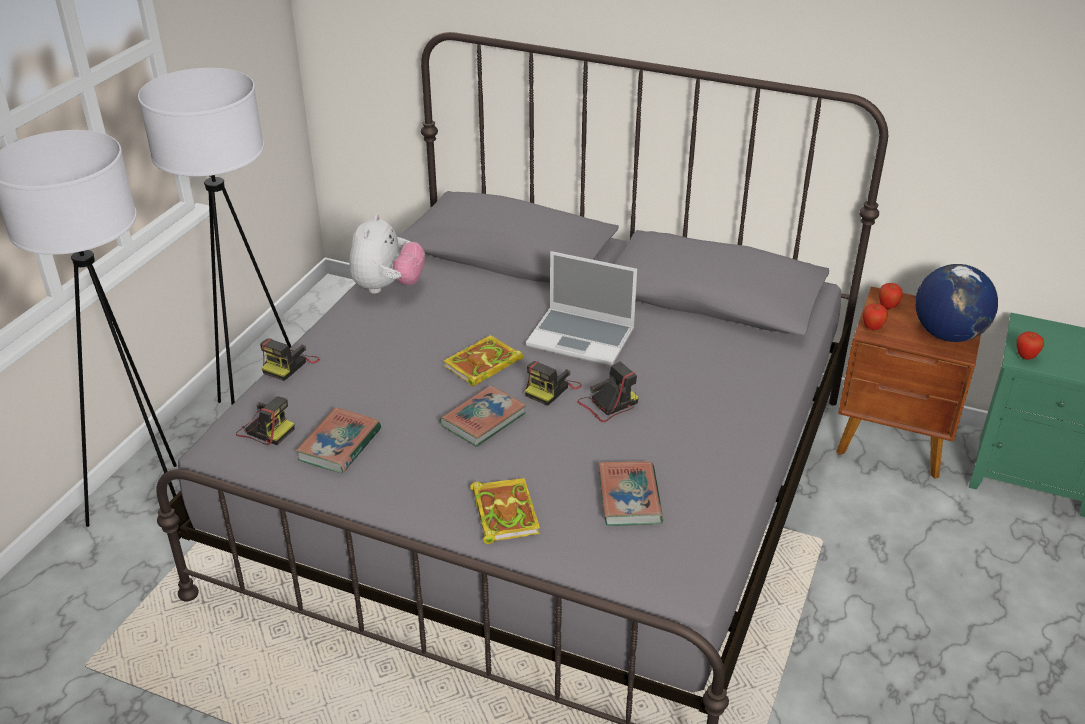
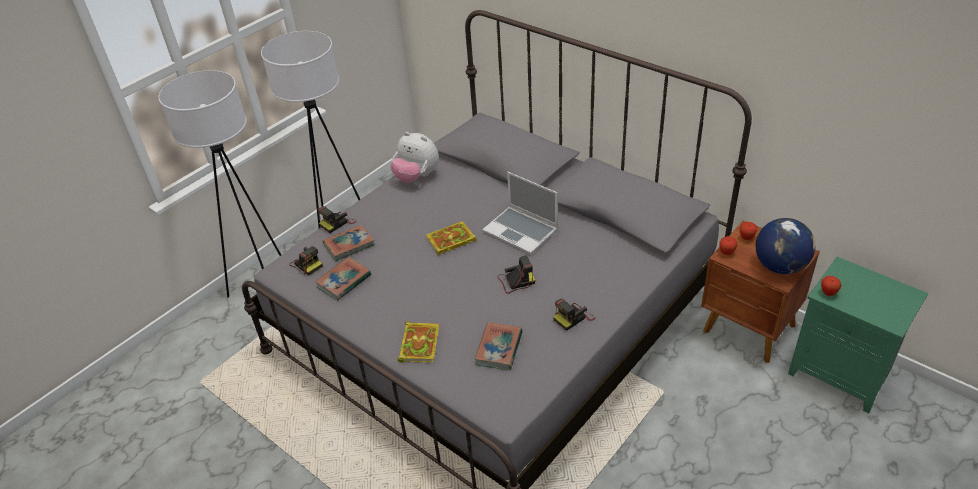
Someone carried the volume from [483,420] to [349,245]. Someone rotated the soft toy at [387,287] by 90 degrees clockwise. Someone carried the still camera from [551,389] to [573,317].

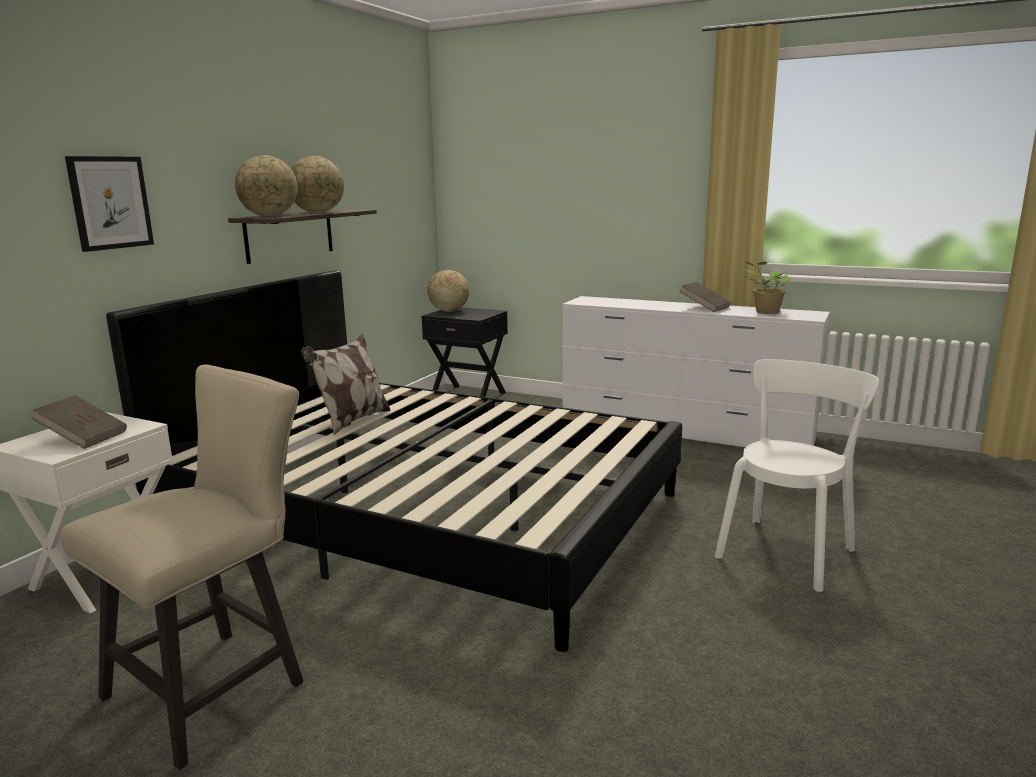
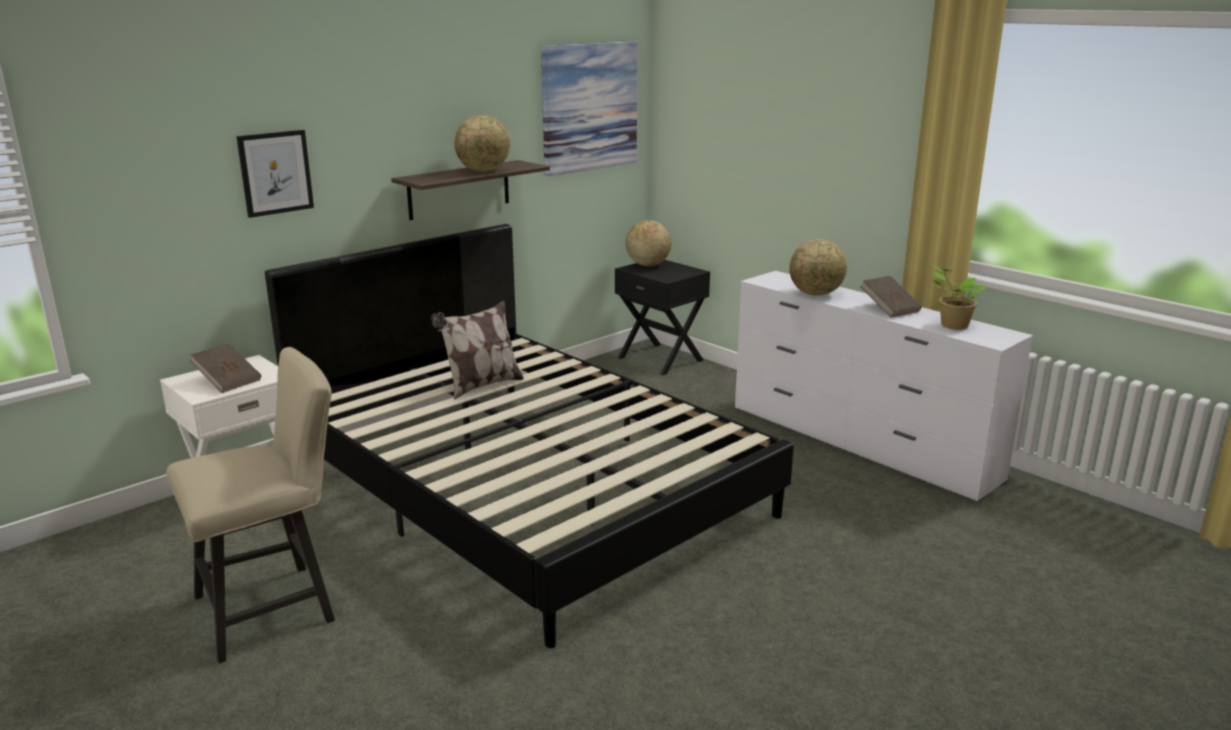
Someone put up the wall picture at [589,107]. Someone carried the desk globe from [270,216] to [816,294]. Someone took away the plain chair in white-coloured at [787,550].

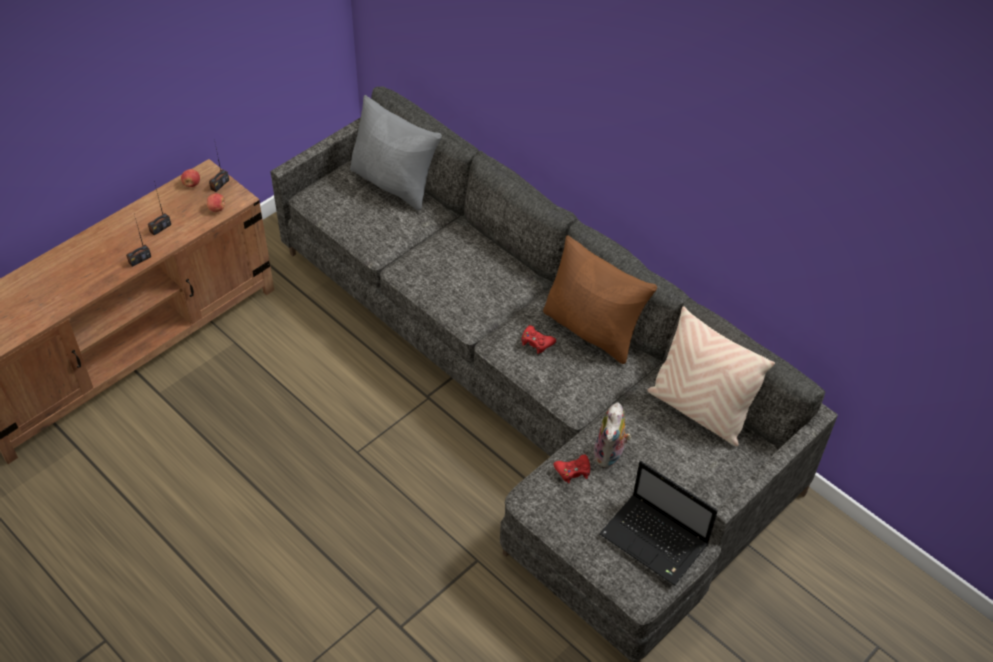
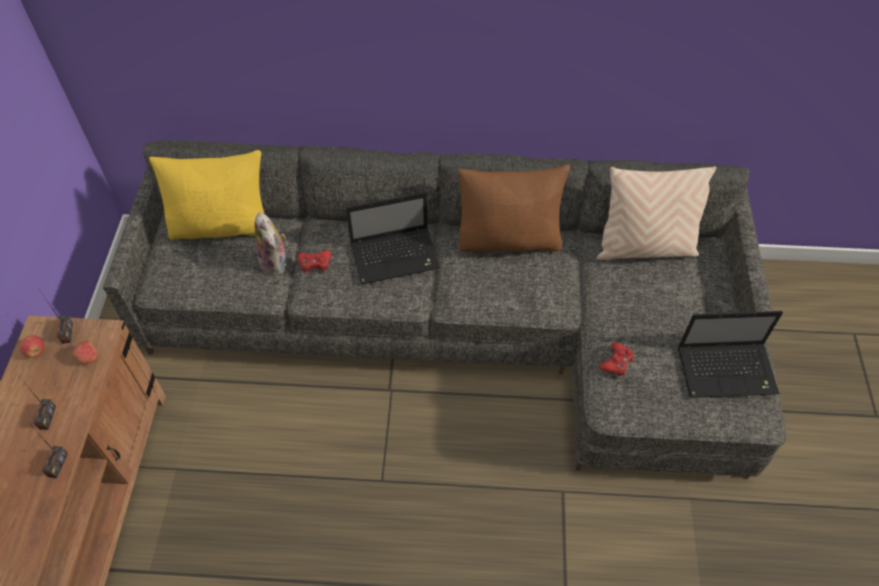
Someone repainted the throw pillow in greyish at [394,183], which became the throw pillow in yellow-coloured at [223,226]. Someone carried the soft toy from [610,455] to [276,263]. Someone carried the gamepad in reddish from [536,342] to [315,263]. Someone put down the notebook computer at [396,256].

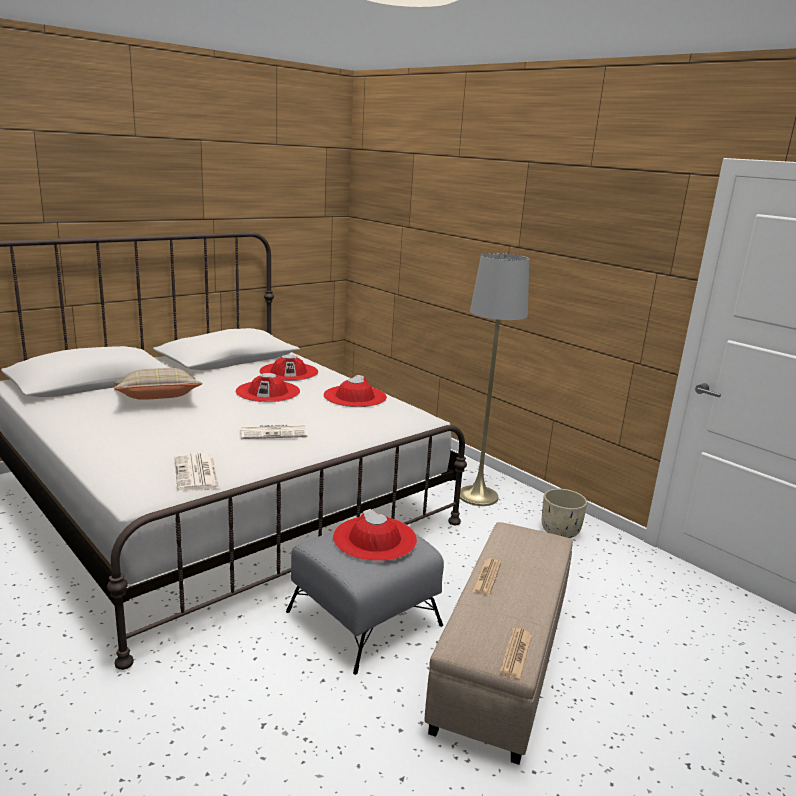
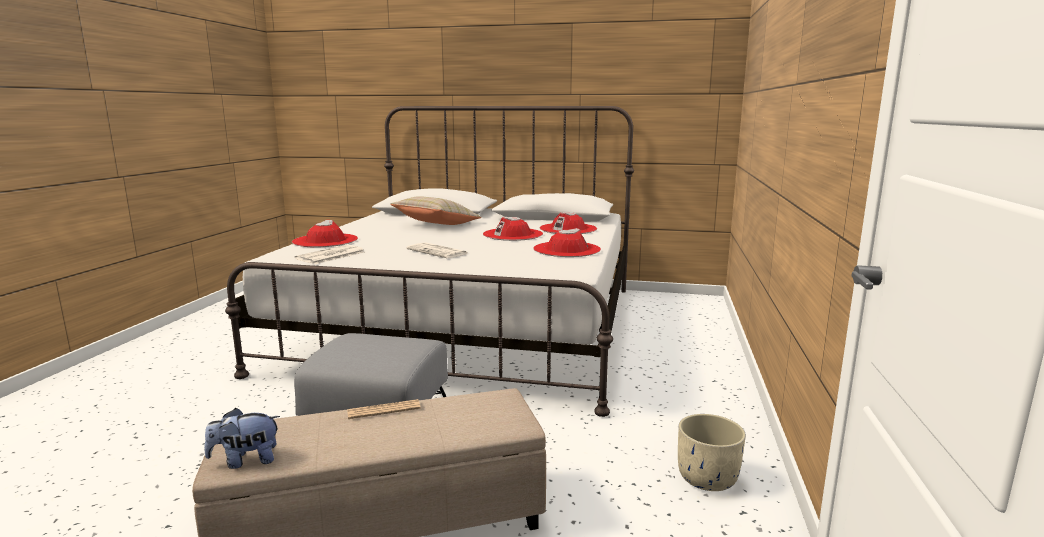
Someone swapped the printed paper at [516,654] for the soft toy at [246,460]. Someone carried the hat in reddish from [375,538] to [325,241]. Someone took away the standard lamp in greyish at [478,496].

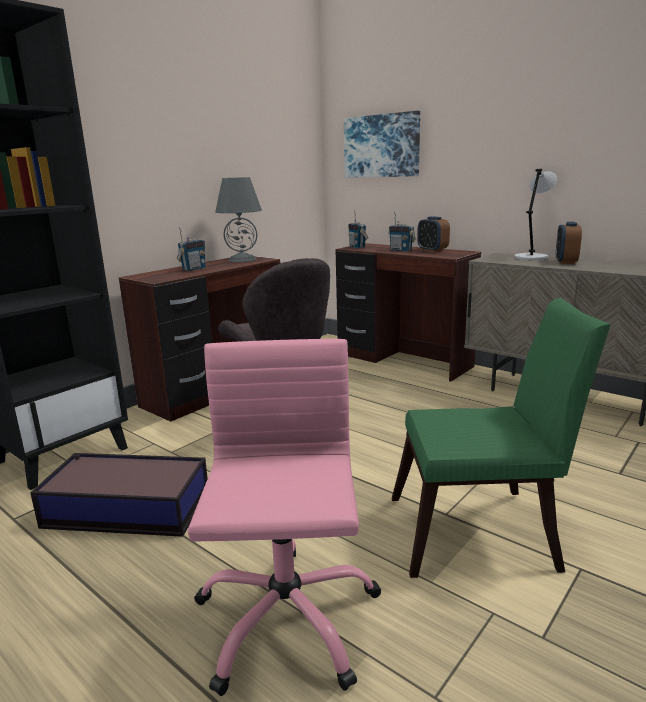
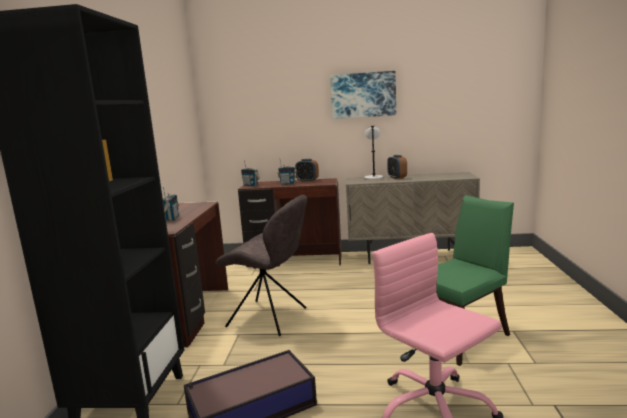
Someone carried the wall picture from [382,146] to [363,95]. Someone took away the table lamp in greyish at [242,259].

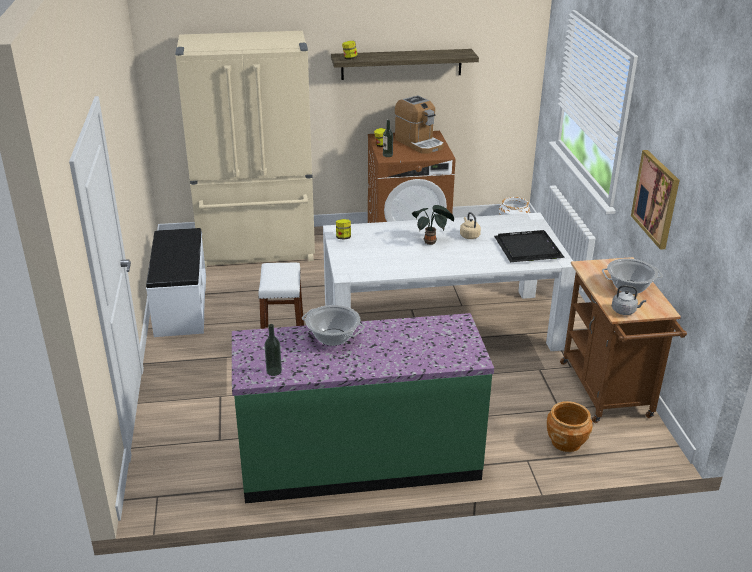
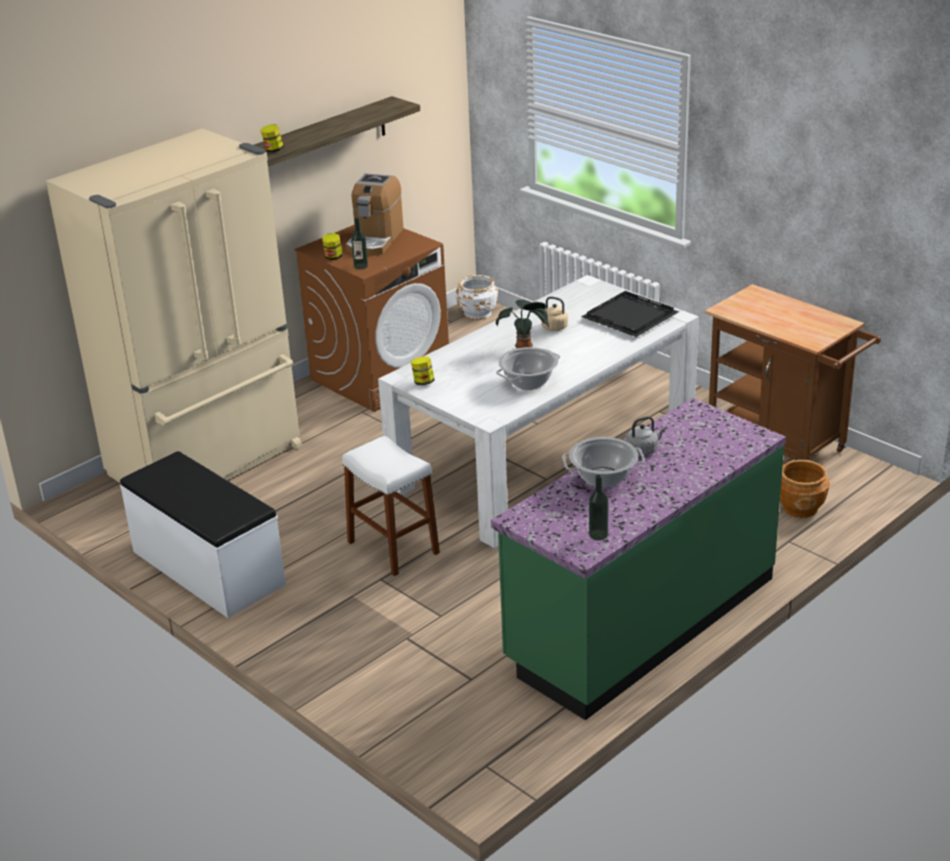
Someone rotated the coffee brewer at [419,143] by 90 degrees clockwise. Someone carried the cooking pot from [629,287] to [528,382]. Someone carried the kettle in greyish from [625,311] to [643,450]. Someone took away the wall picture at [656,198].

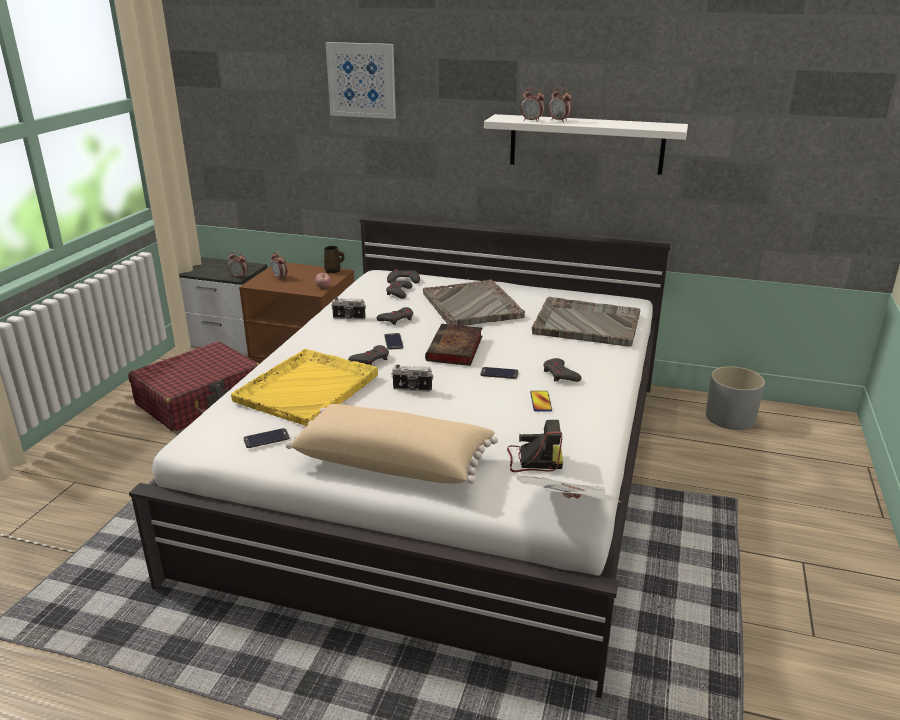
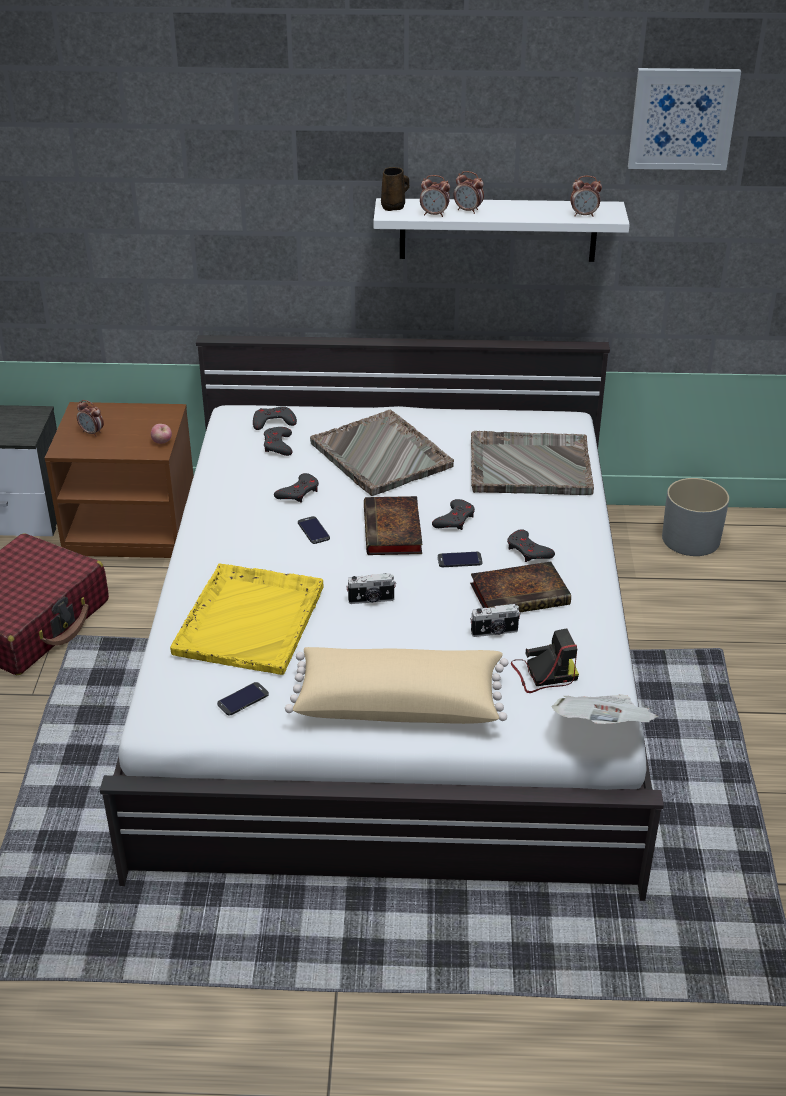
Someone carried the coffee mug in brown-coloured from [333,271] to [394,207]. Someone carried the gamepad in greyish from [371,360] to [455,519]. Someone swapped the handset at [540,402] for the volume at [521,594]. Someone carried the still camera from [349,318] to [494,632]. Someone carried the table clock from [239,276] to [584,215]. Someone carried the wall picture from [362,80] to [682,118].

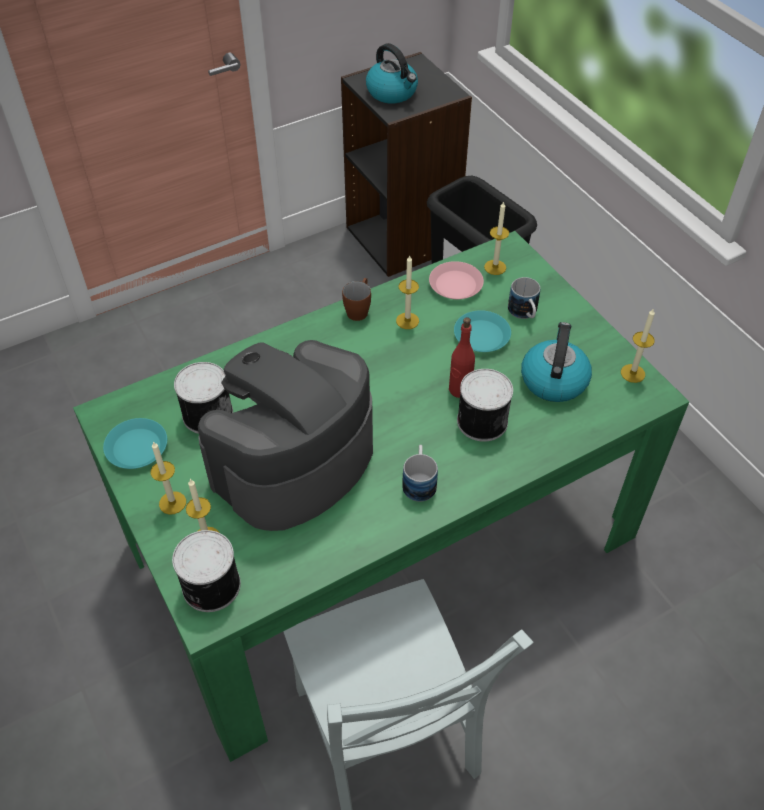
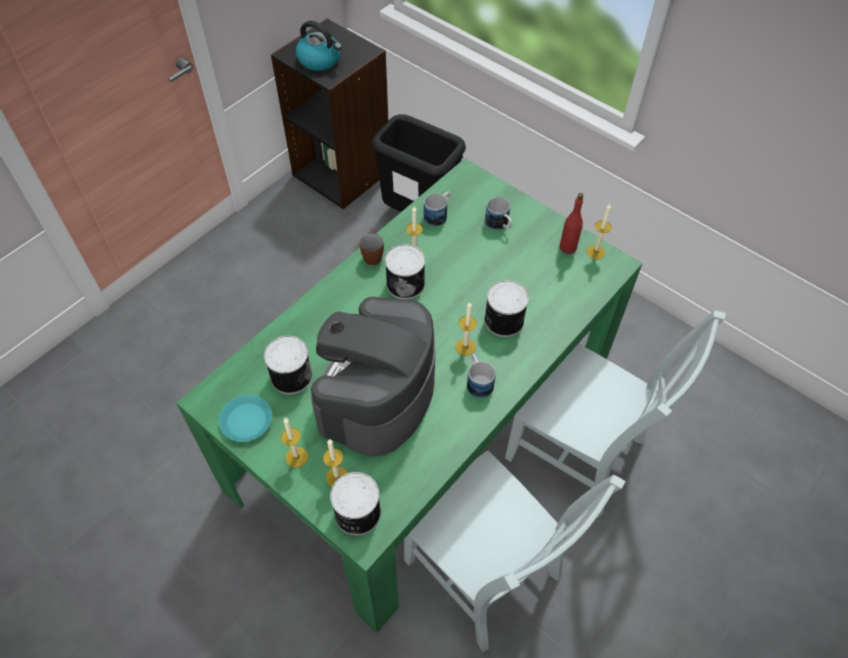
Someone put down the sealed can at [405,283]. Someone swapped the plate in pink at [455,285] for the coffee mug at [438,215]. Someone carried the wax candle from [495,267] to [465,347]. Someone put down the plain chair in greyish at [580,453]. Someone carried the drink bottle in reddish from [459,389] to [567,247]. Someone took away the plate in blue-green at [481,335]. Someone took away the kettle at [553,379].

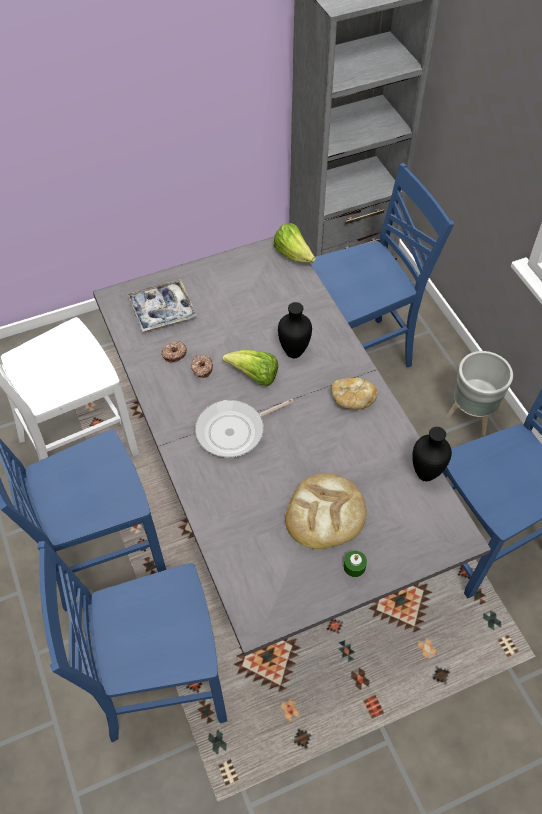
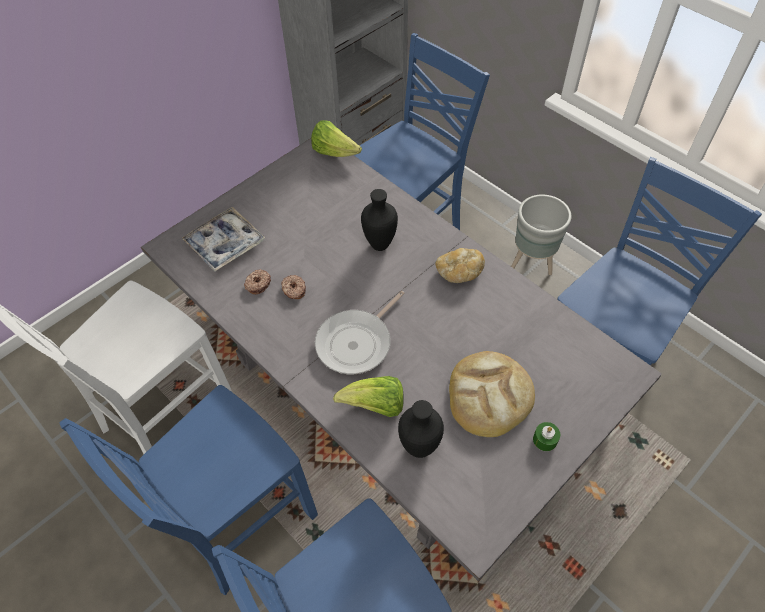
Someone carried the head of lettuce from [254,376] to [375,406]. Someone carried the vase in blackish from [424,474] to [418,449].

